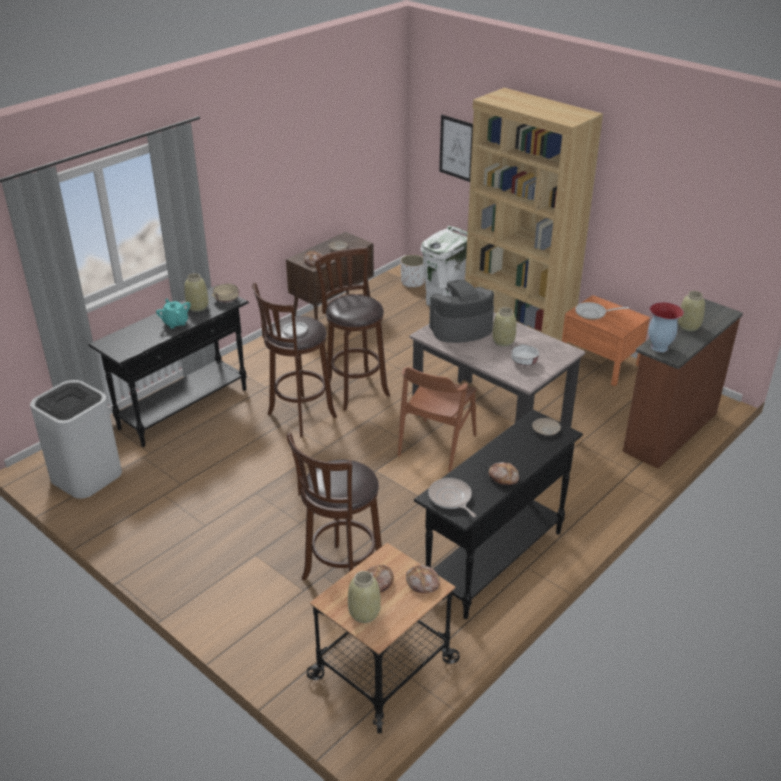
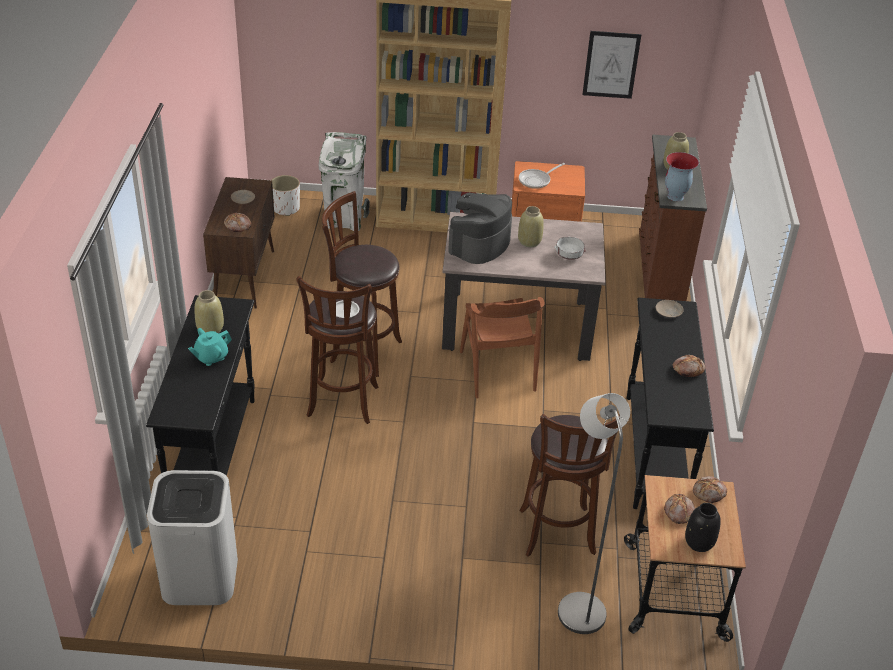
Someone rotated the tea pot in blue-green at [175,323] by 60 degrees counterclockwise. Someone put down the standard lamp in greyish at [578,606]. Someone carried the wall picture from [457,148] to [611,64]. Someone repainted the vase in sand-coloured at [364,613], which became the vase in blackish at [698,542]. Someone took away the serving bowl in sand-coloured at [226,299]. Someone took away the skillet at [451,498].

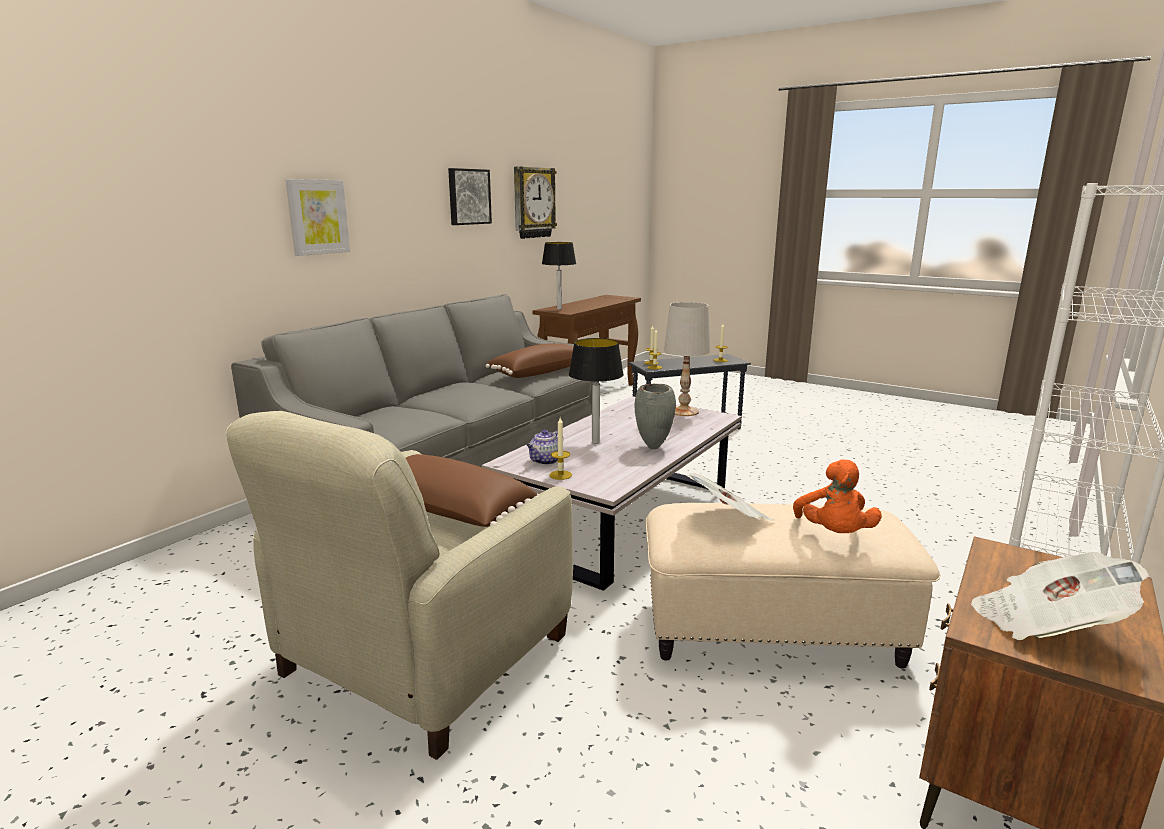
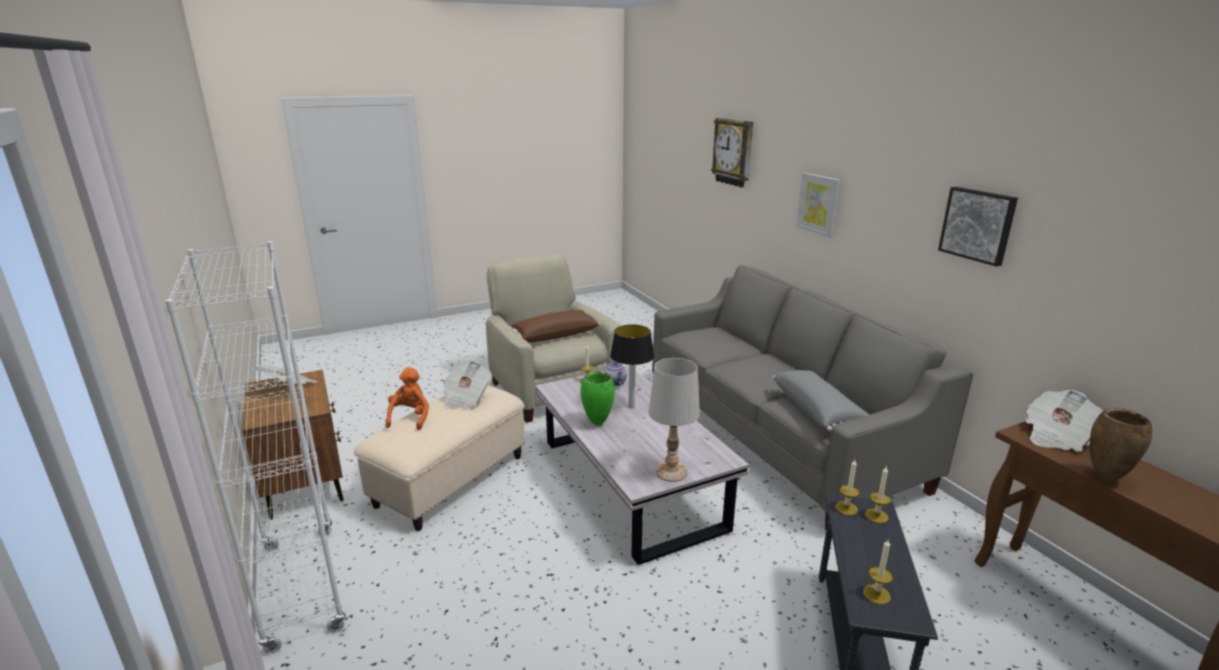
Someone rotated the soft toy in orange at [834,534] by 60 degrees clockwise. Someone repainted the vase in greyish at [654,447], which became the vase in green-coloured at [597,423]. Someone carried the clock on the wall from [533,203] to [733,152]. Someone repainted the throw pillow in brown-coloured at [537,373], which became the throw pillow in greyish at [818,411]. Someone swapped the table lamp at [559,309] for the printed paper at [1056,436]. Someone put down the vase in brown-coloured at [1104,478].

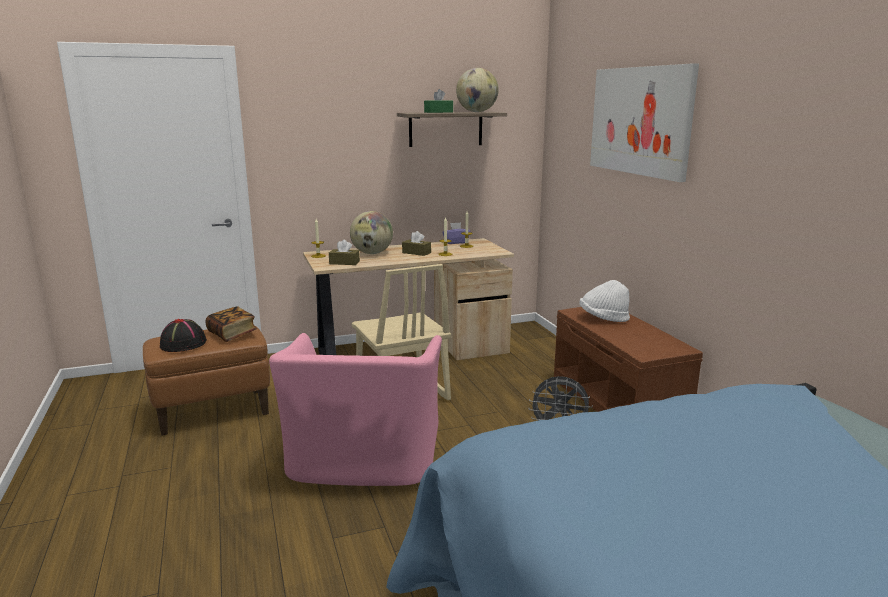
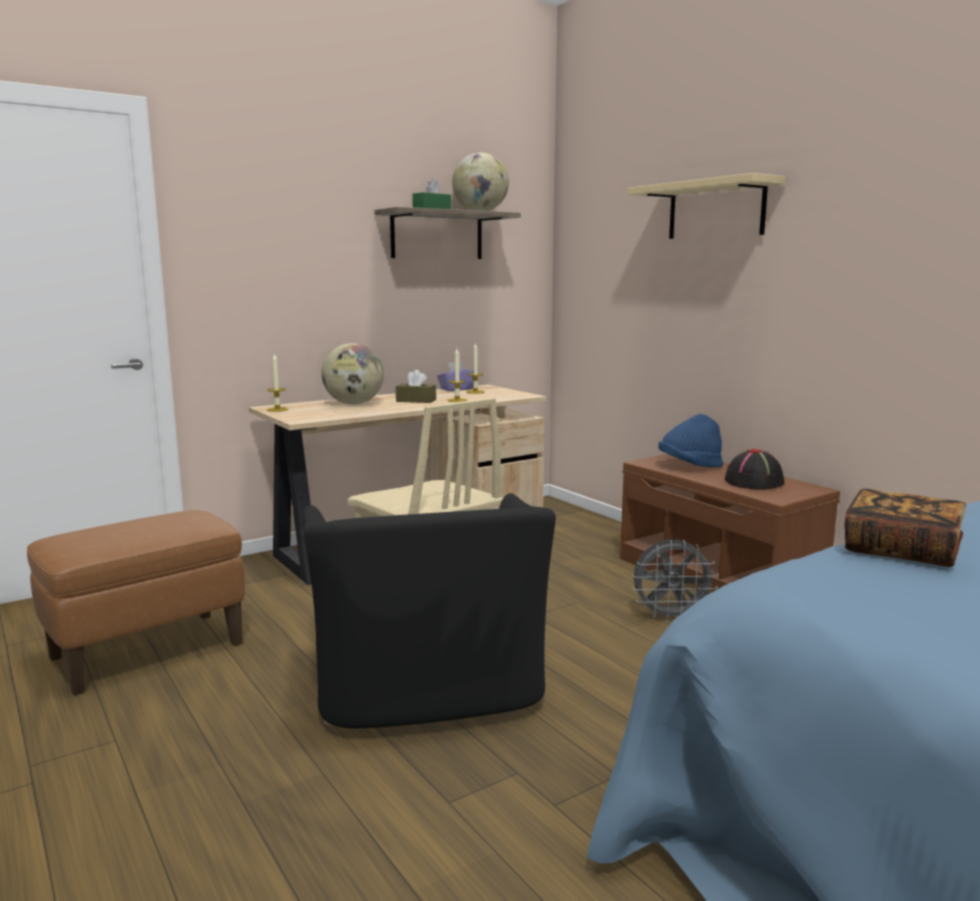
Someone repainted the armchair in pink at [364,458], which became the armchair in blackish at [427,685]. Someone swapped the wall picture at [640,121] for the wall shelf in sand-coloured at [716,210]. Someone repainted the hat in white-coloured at [603,318], which became the hat in blue-coloured at [689,466]. Someone carried the hat in blackish from [183,344] to [754,482]. Someone carried the volume from [232,334] to [901,551]. Someone took away the box of tissues in brown-coloured at [344,263].

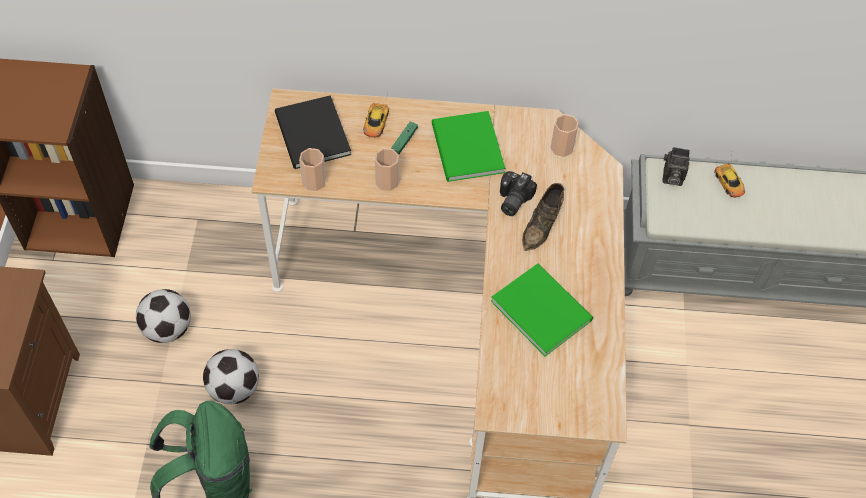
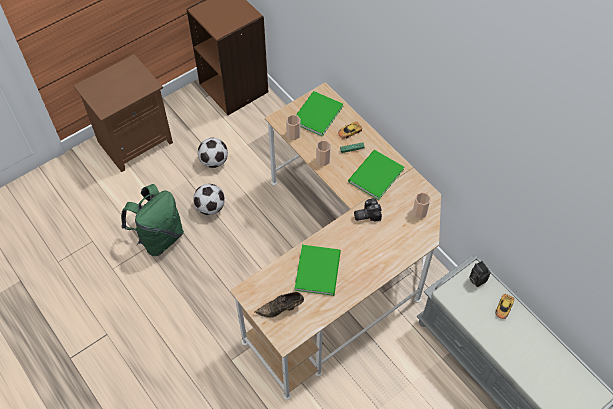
Someone carried the shoe in brown-coloured from [542,225] to [281,309]. Someone repainted the volume in blackish at [311,136], which became the volume in green-coloured at [315,115].

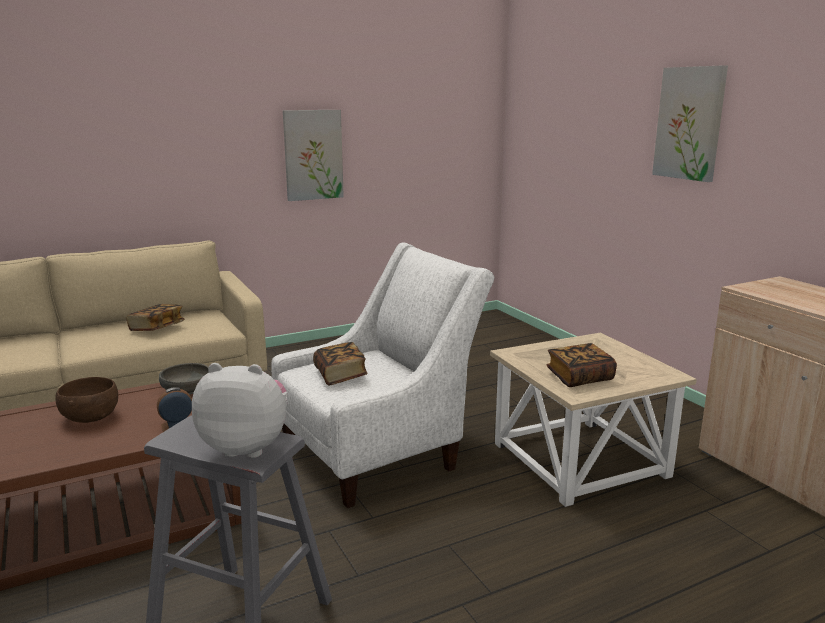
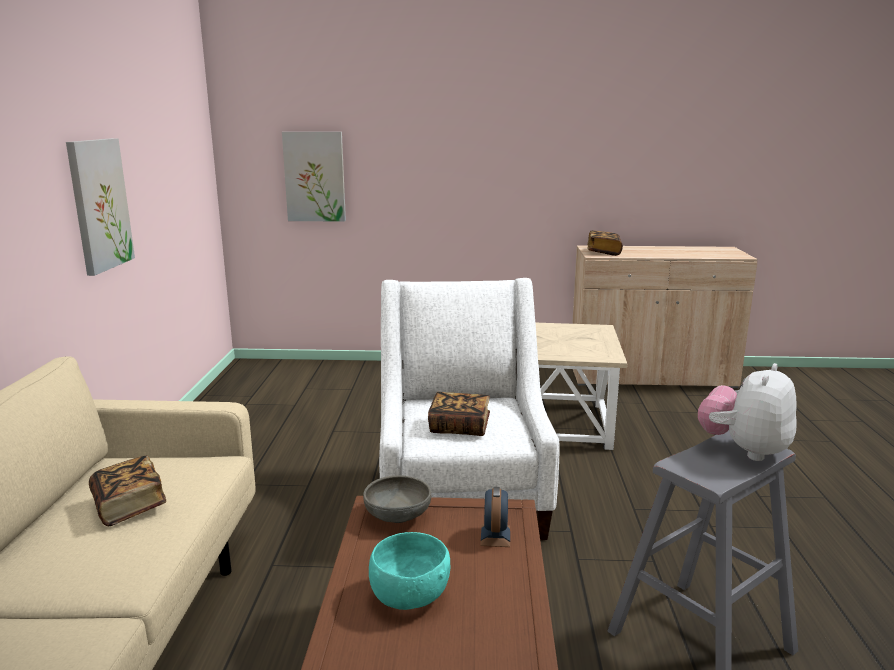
Someone carried the wall picture from [689,123] to [315,176]. Someone repainted the serving bowl in brown-coloured at [90,417], which became the serving bowl in blue-green at [409,596]. Someone carried the volume from [579,377] to [603,252].

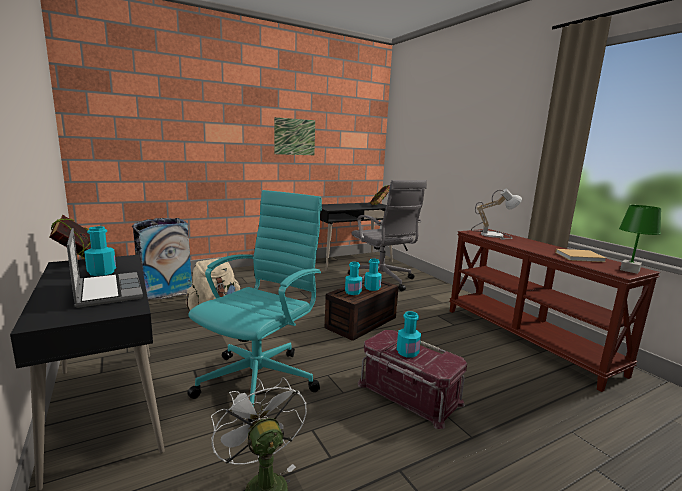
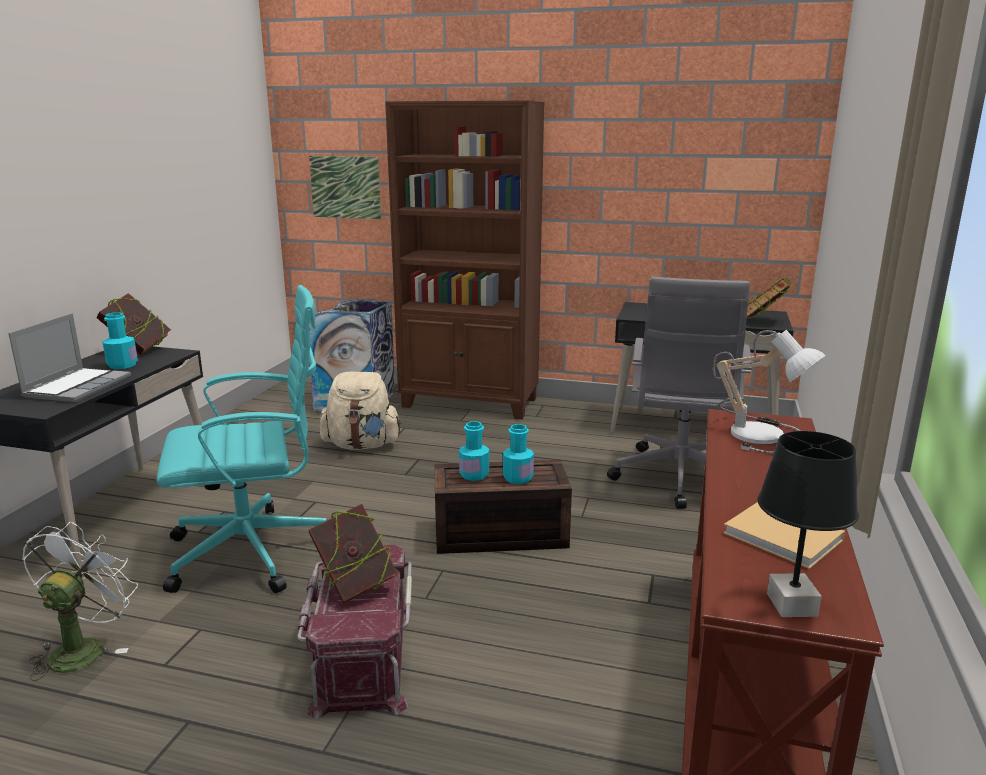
Someone carried the wall picture from [294,137] to [345,187]. Someone swapped the drink bottle in blue-green at [407,352] for the volume at [355,586]. Someone put down the bookshelf in brown-coloured at [470,403]. Someone repainted the table lamp in green-coloured at [629,270], which became the table lamp in blackish at [790,604].

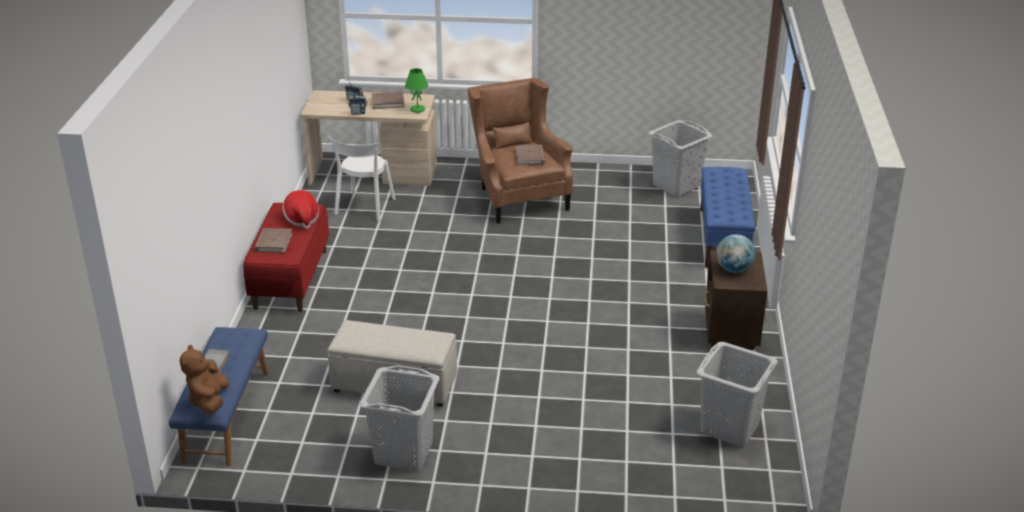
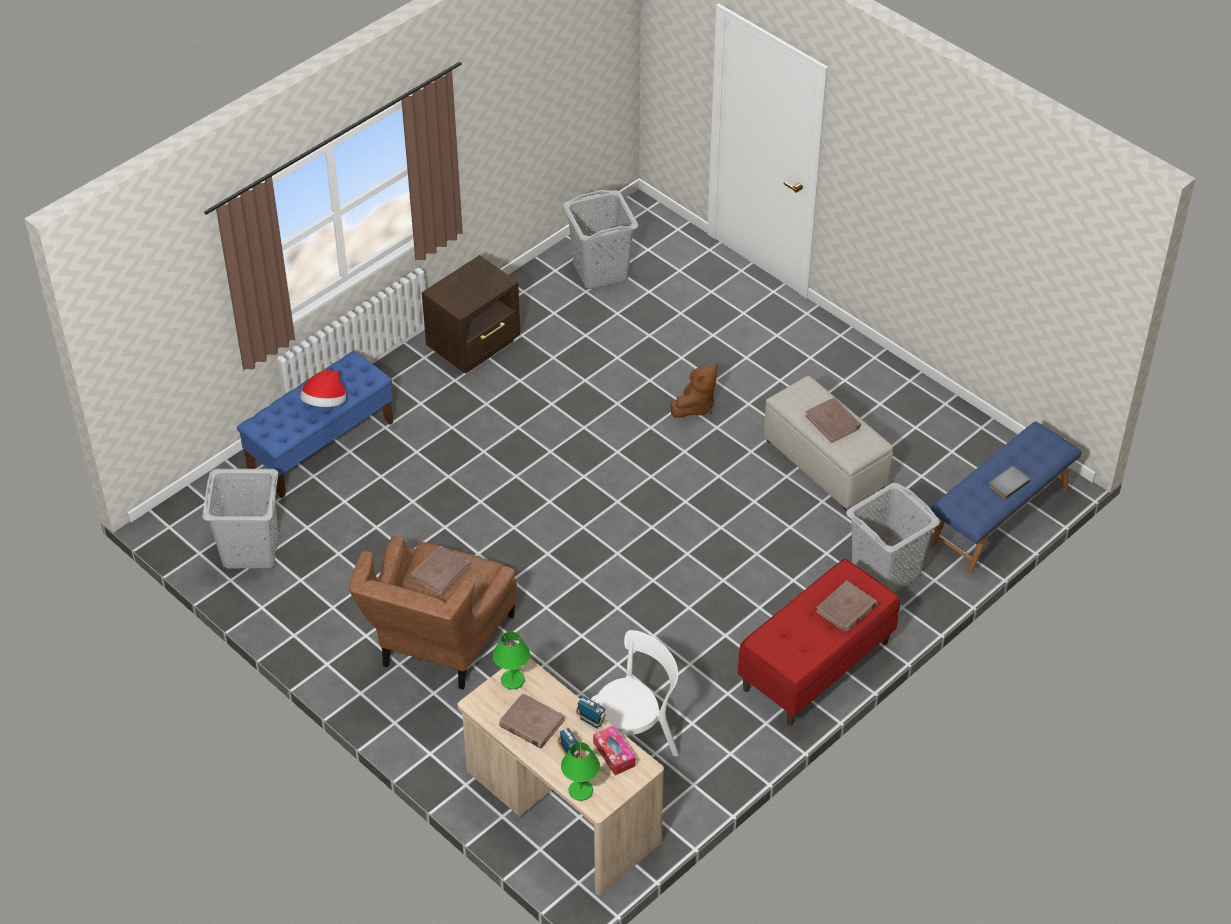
Someone carried the hat from [302,219] to [325,403]. Someone put down the table lamp in green-coloured at [581,791]. Someone put down the box of tissues at [614,754]. Someone carried the soft toy in brown-coloured from [209,401] to [695,406]. Someone put down the volume in brown-coloured at [833,422]. Someone carried the washing basket in greyish from [403,453] to [886,572]. Someone took away the desk globe at [733,269].

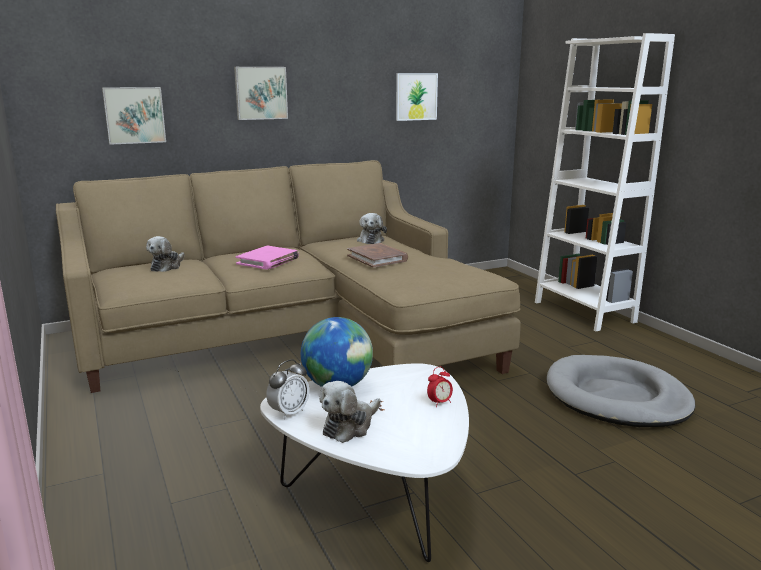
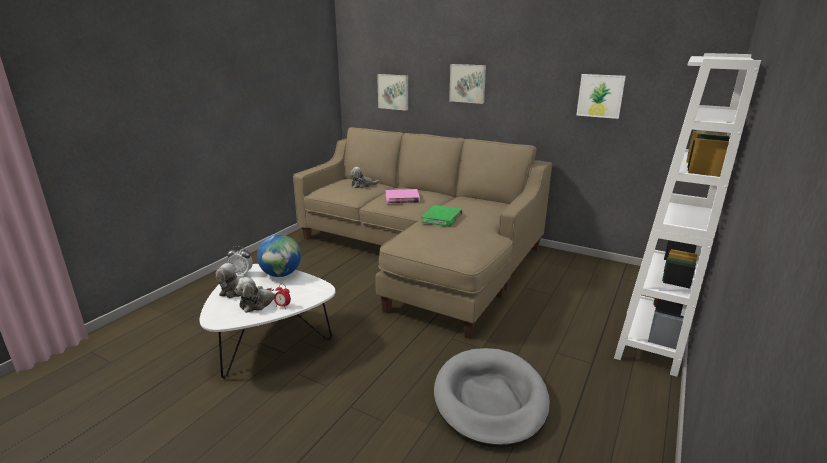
Someone carried the soft toy from [370,240] to [258,303]. Someone repainted the volume in brown-coloured at [377,258], which became the volume in green-coloured at [442,218].

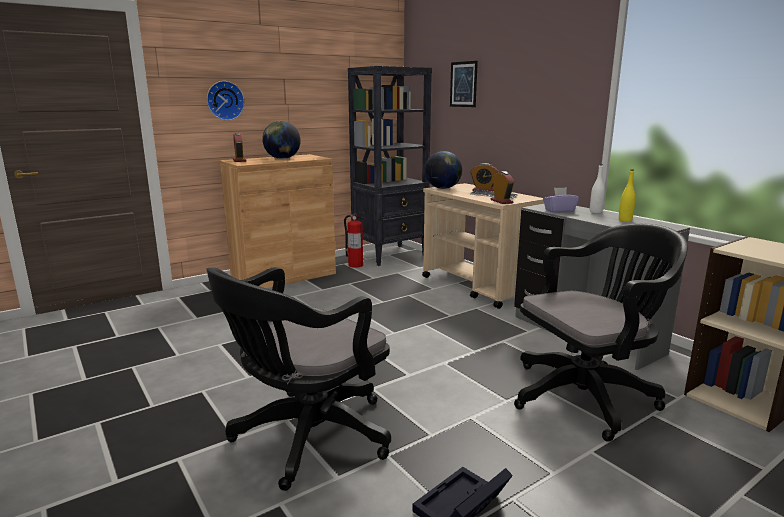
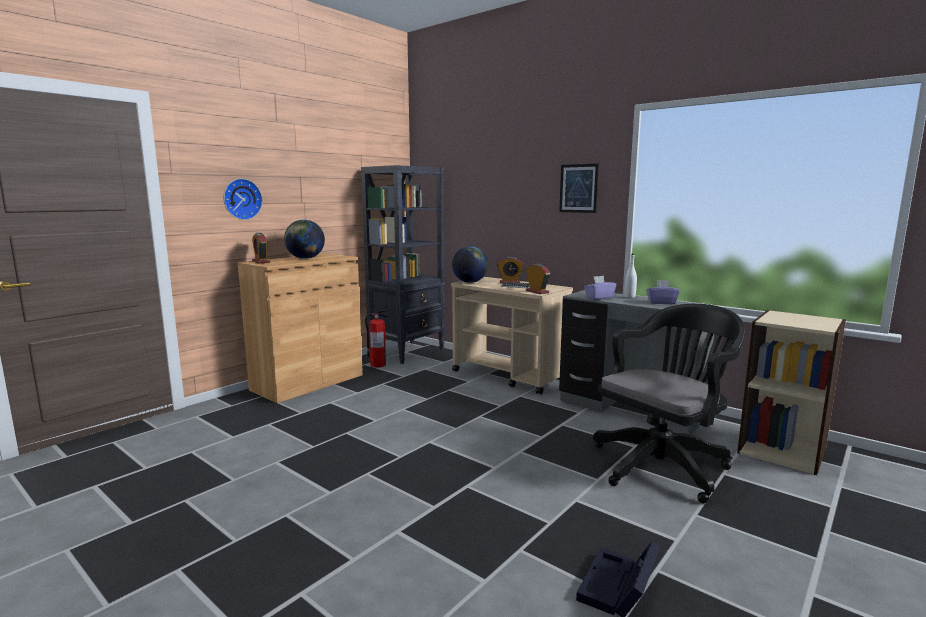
Someone carried the wall picture from [463,84] to [578,188]. Someone swapped the drink bottle in yellow-coloured at [625,220] for the box of tissues in purple at [661,302]. Someone took away the desk chair in blackish at [306,438].

